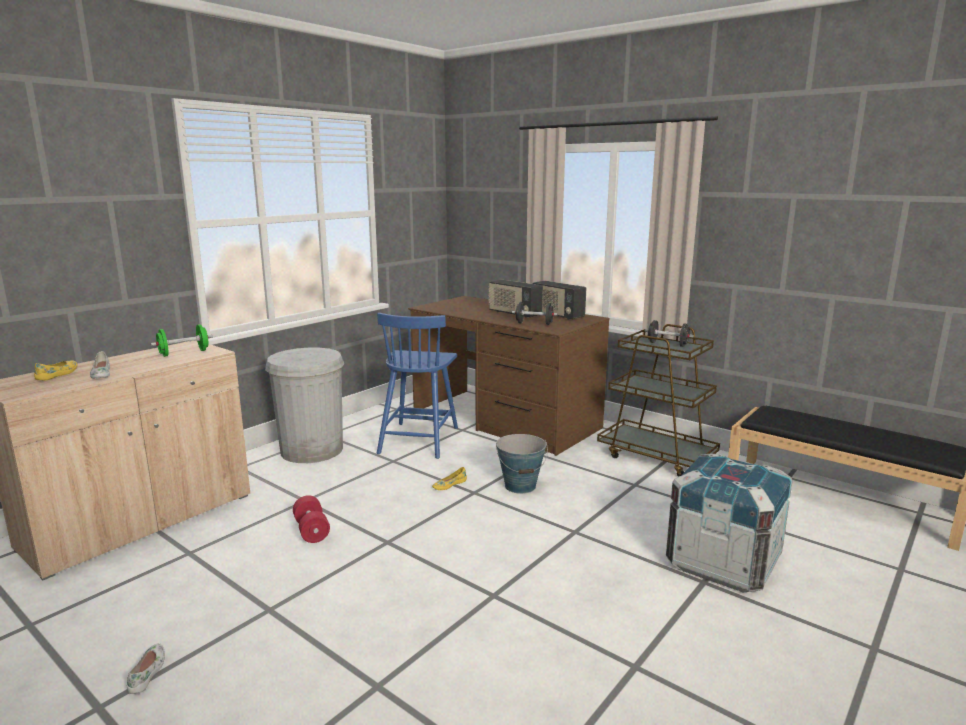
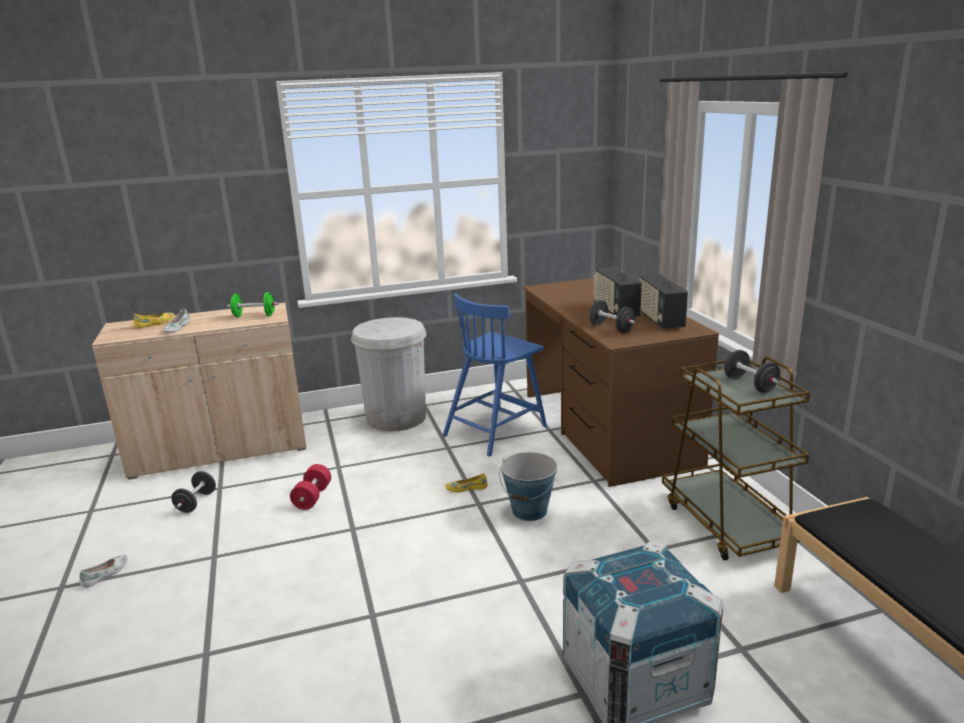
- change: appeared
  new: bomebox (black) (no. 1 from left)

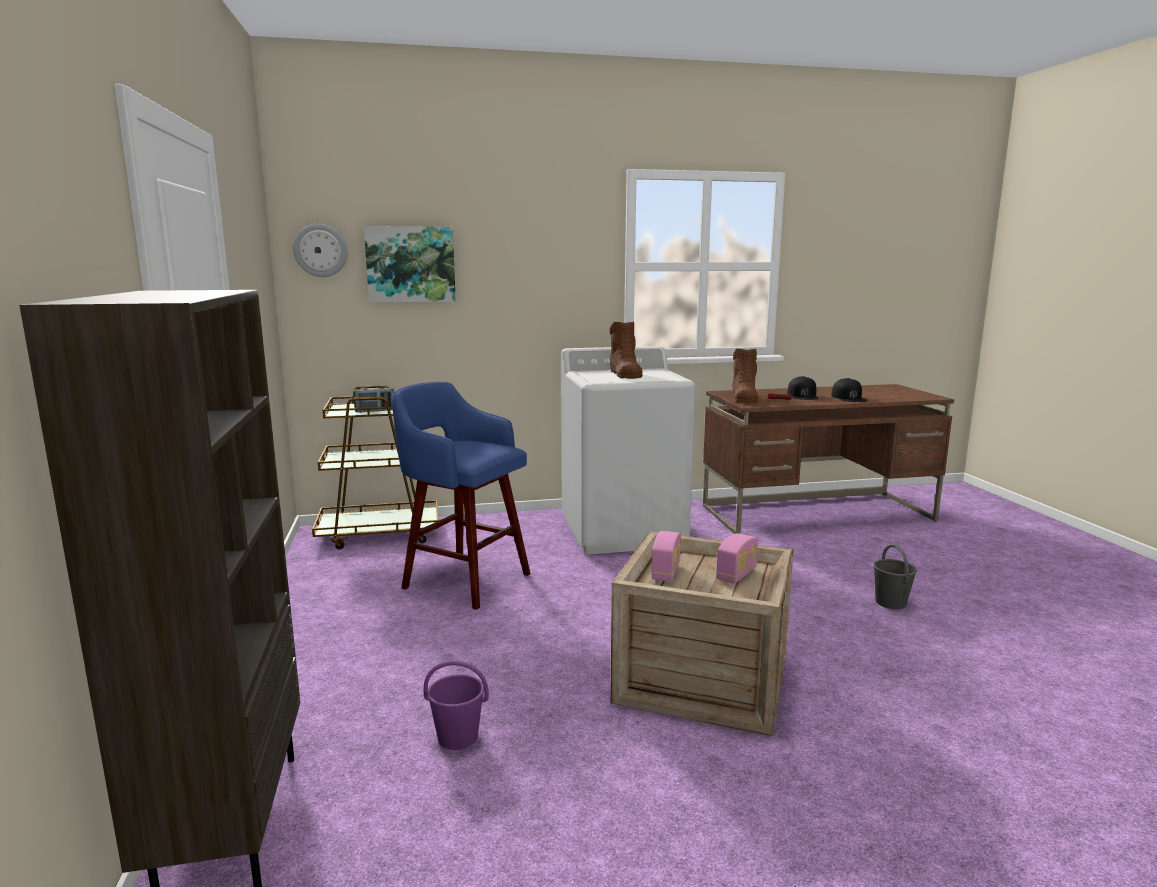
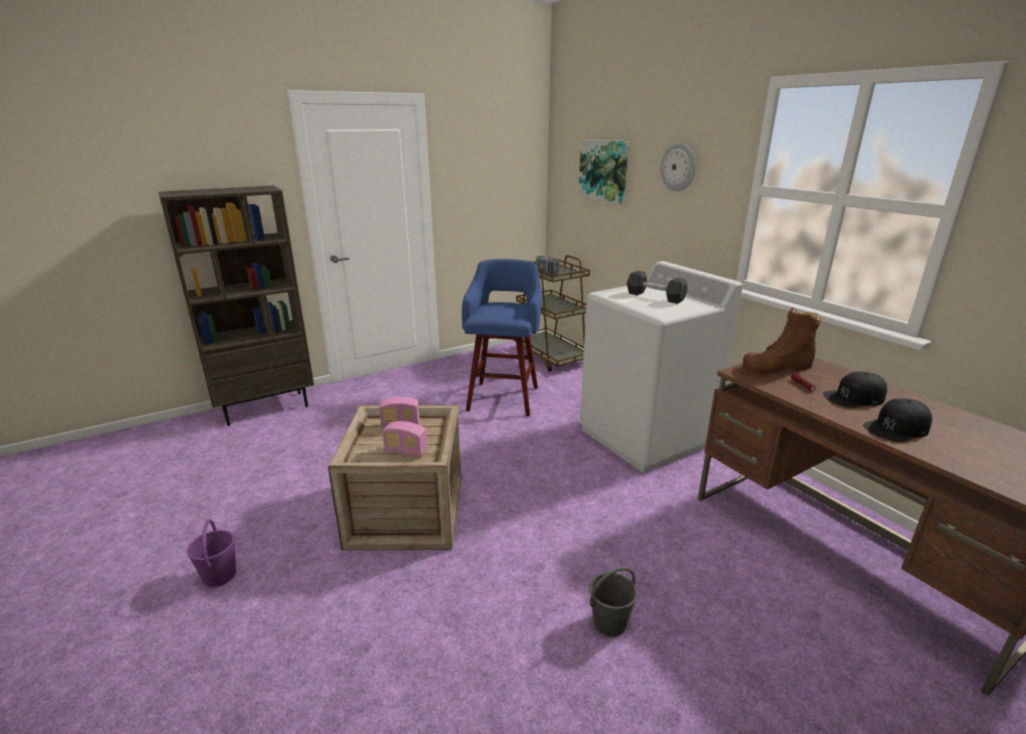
- change: relocated
  old: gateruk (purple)
- change: exchanged
  old: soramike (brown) (no. 1 from left)
  new: bomebox (grey)
- change: relocated
  old: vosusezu

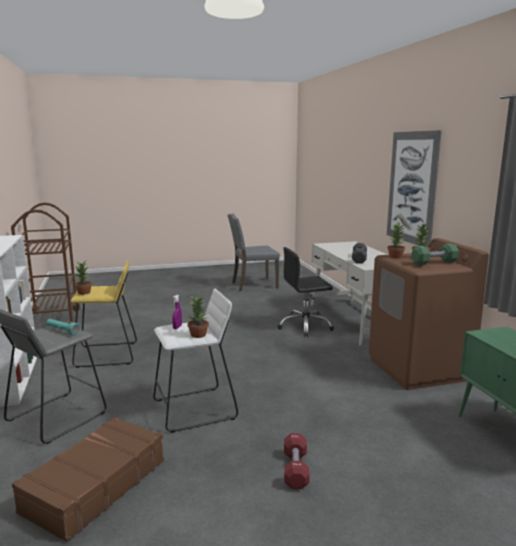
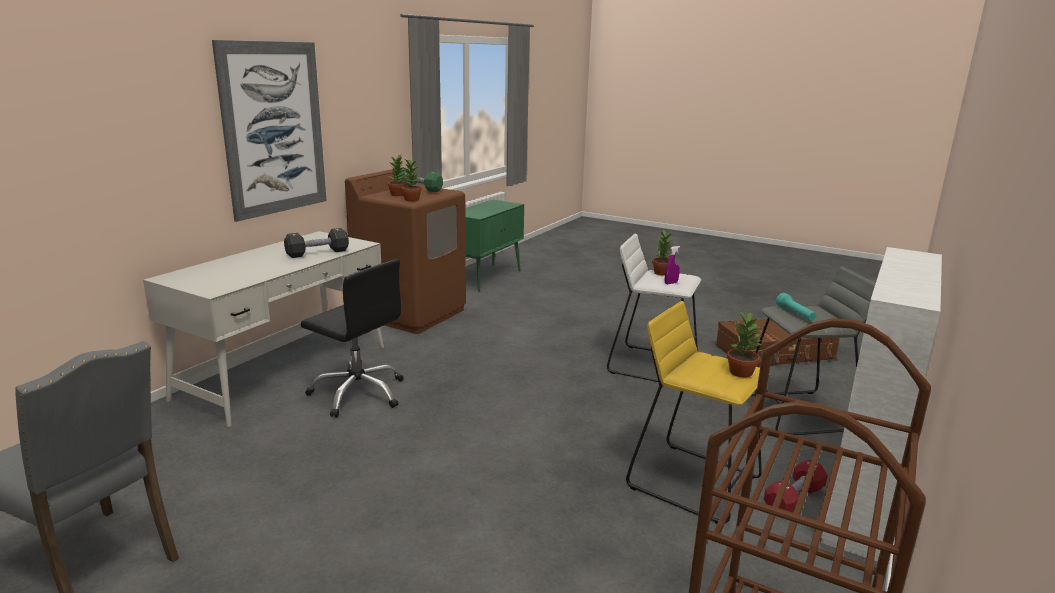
- change: relocated
  old: bomebox (red)

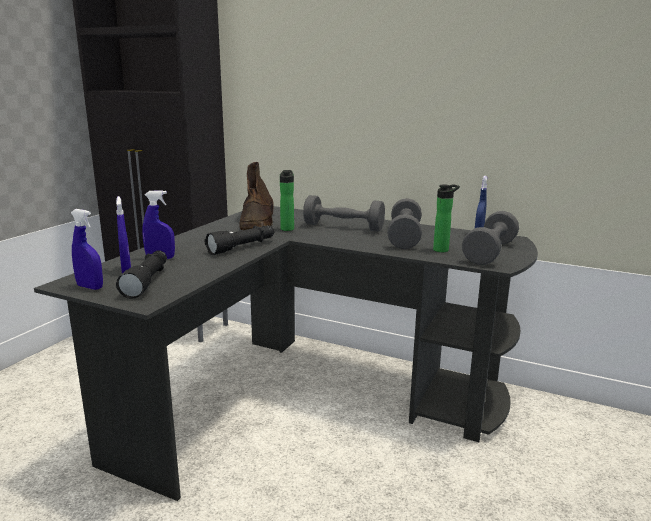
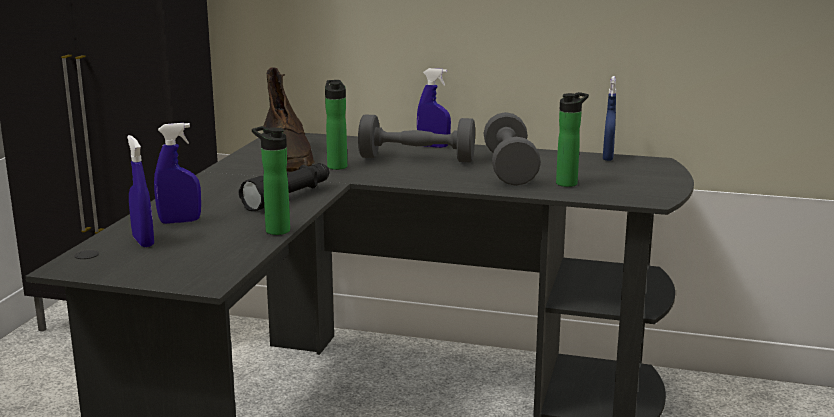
- change: appeared
  new: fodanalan (no. 1 from left)
- change: relocated
  old: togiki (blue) (no. 1 from left in the first image)
  new: togiki (blue) (no. 3 from left)
- change: missing
  old: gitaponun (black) (no. 1 from left)
- change: missing
  old: bomebox (grey) (no. 3 from left)

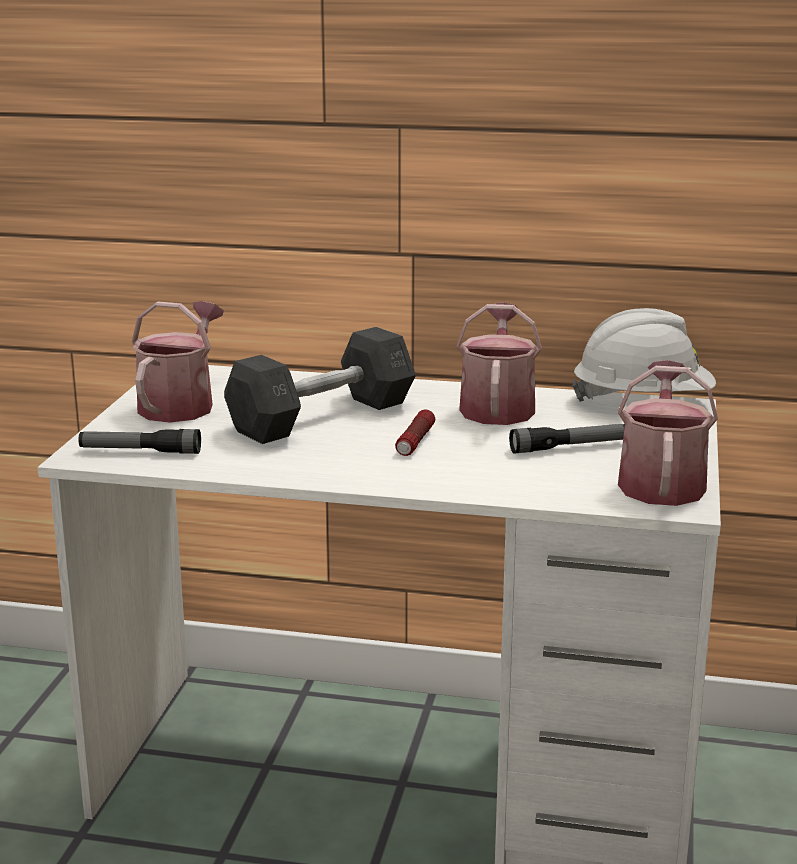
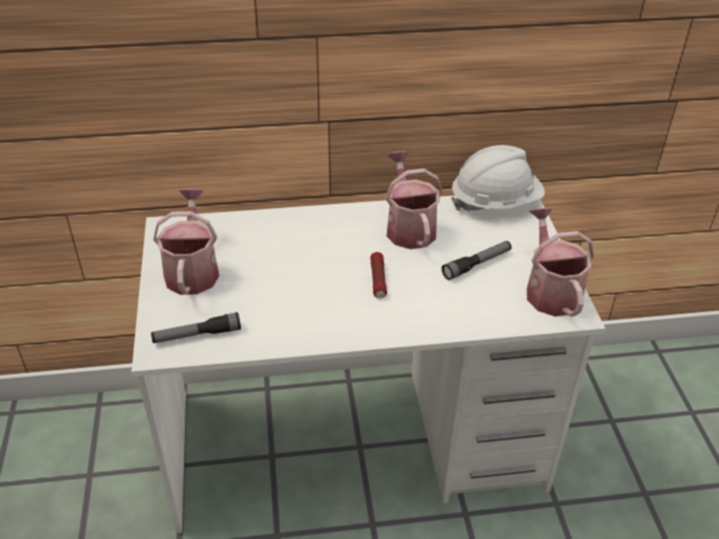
- change: missing
  old: bomebox (grey)

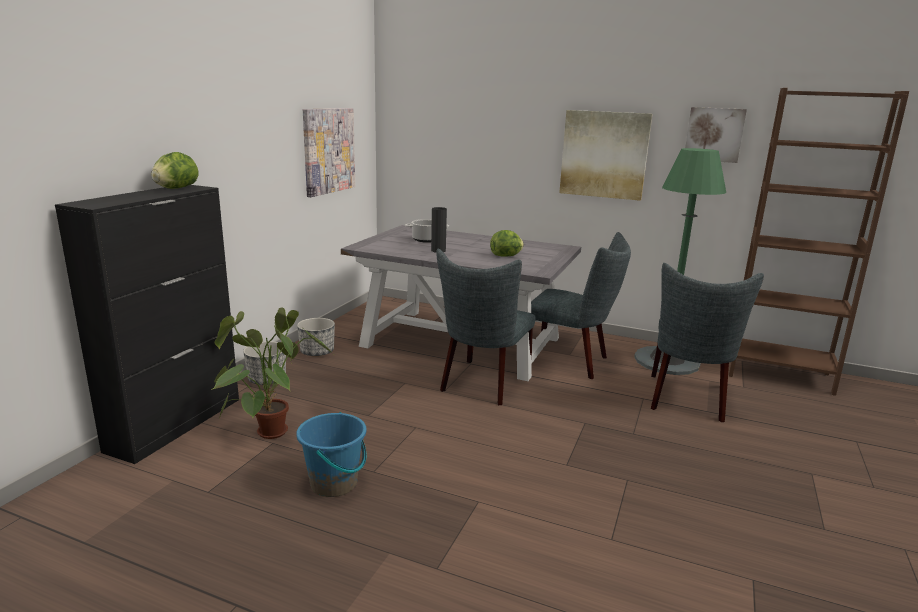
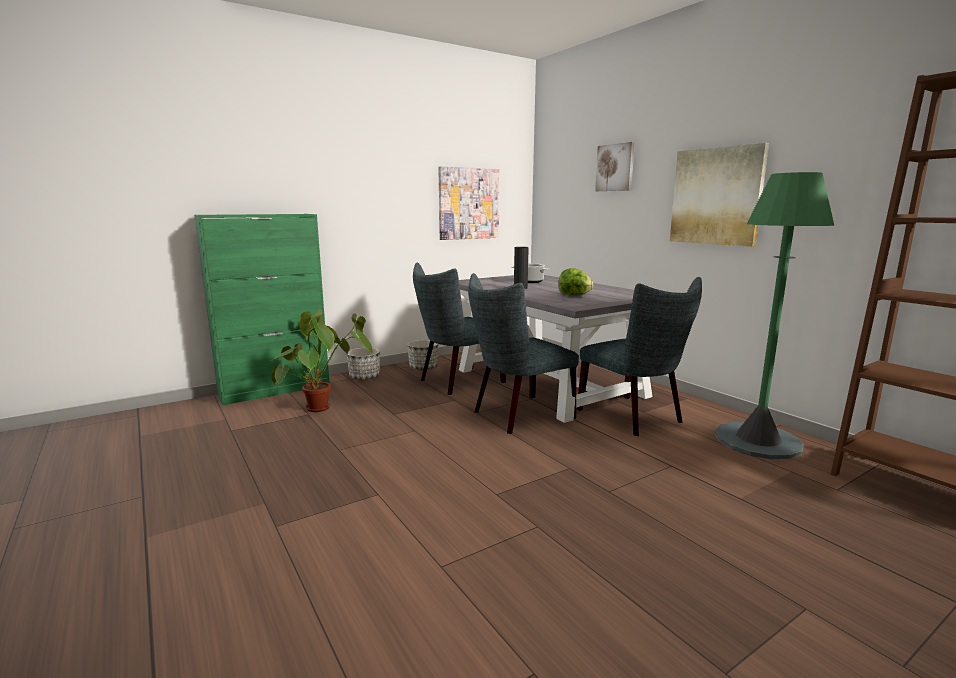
- change: colour
  old: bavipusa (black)
  new: bavipusa (green)
- change: relocated
  old: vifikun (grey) (no. 3 from left in the first image)
  new: vifikun (grey) (no. 1 from left)
- change: relocated
  old: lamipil (no. 3 from left in the first image)
  new: lamipil (no. 2 from left)
- change: missing
  old: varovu (no. 1 from left)
- change: missing
  old: gateruk (blue)

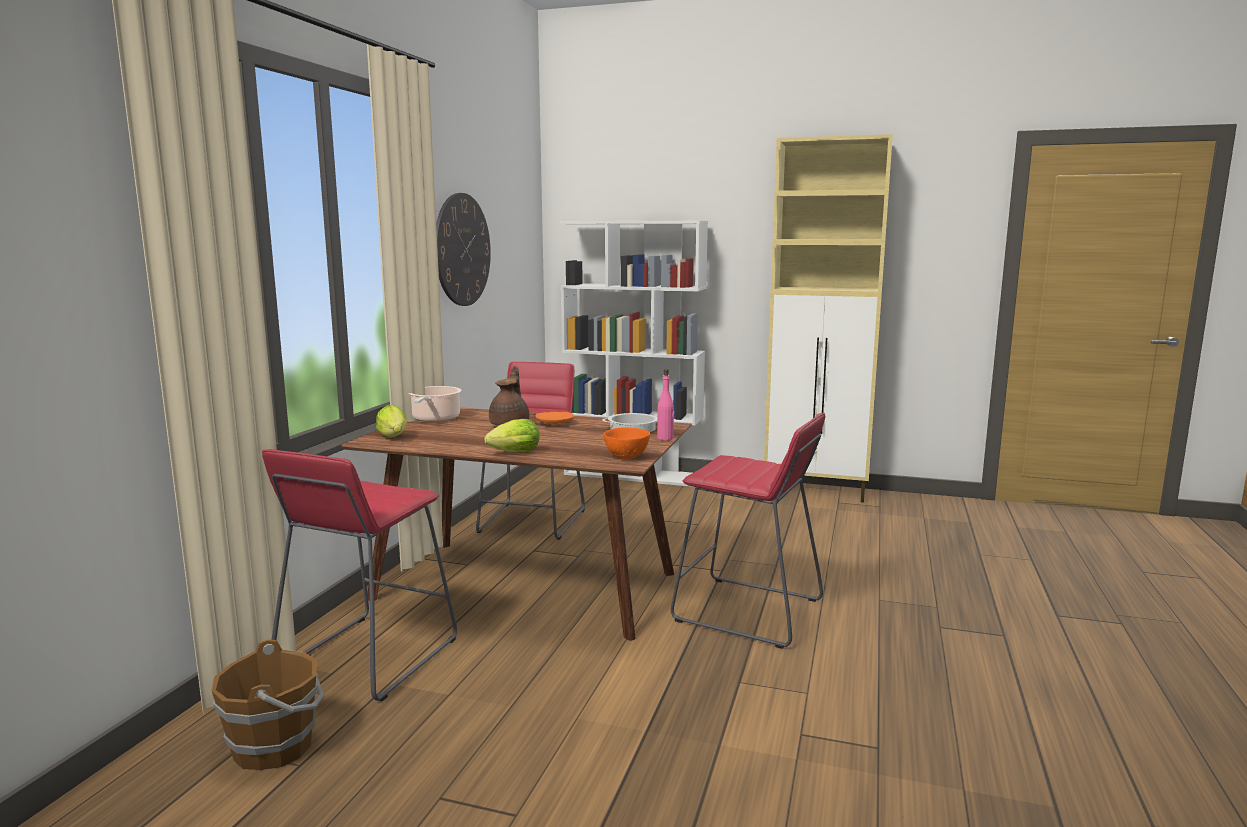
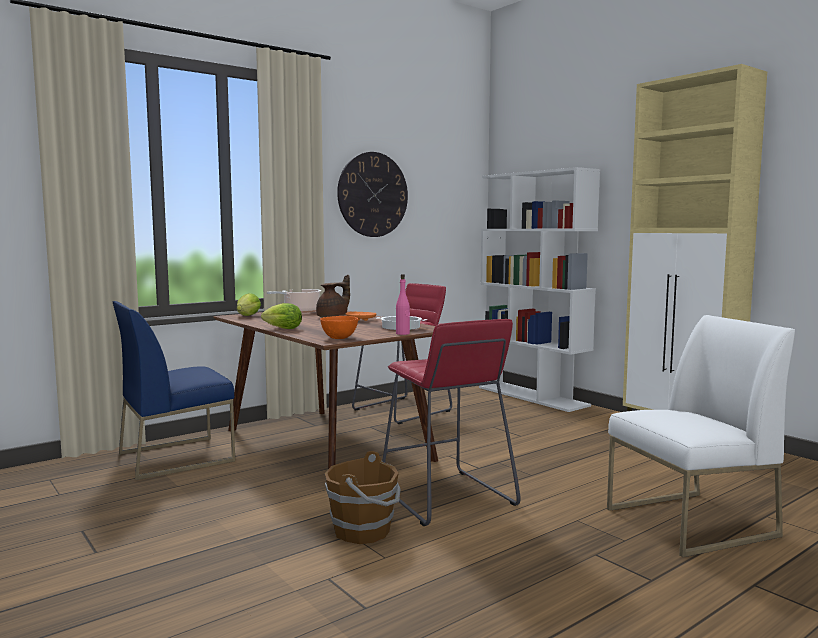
- change: exchanged
  old: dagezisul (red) (no. 1 from left)
  new: vifikun (blue)
- change: relocated
  old: gateruk (brown)
- change: appeared
  new: vifikun (white)

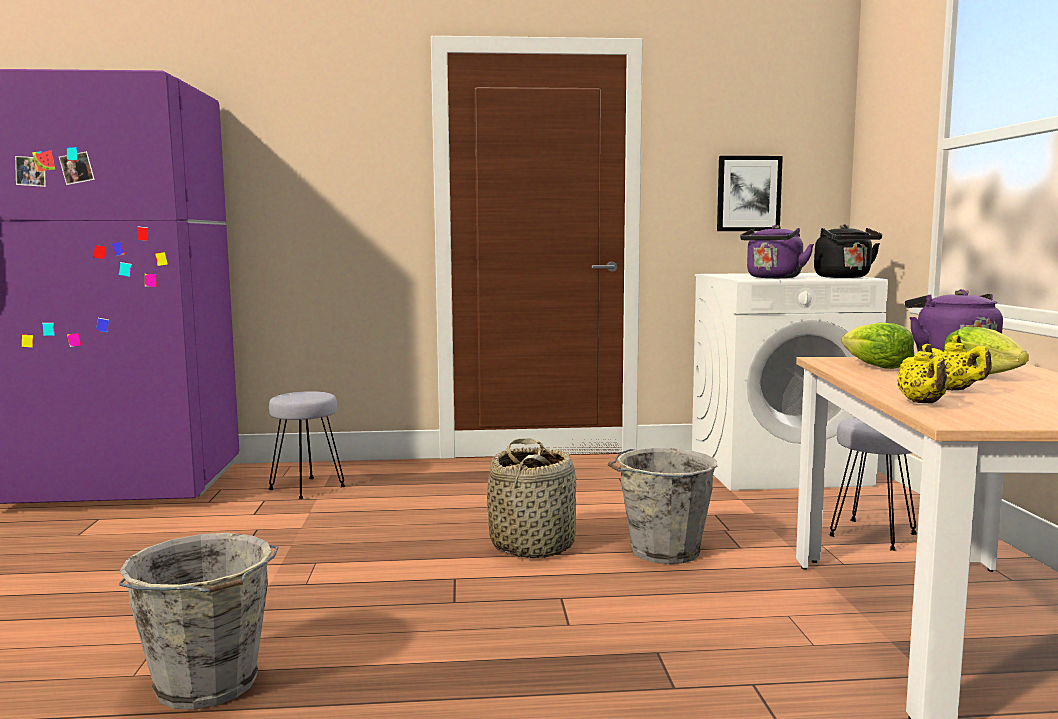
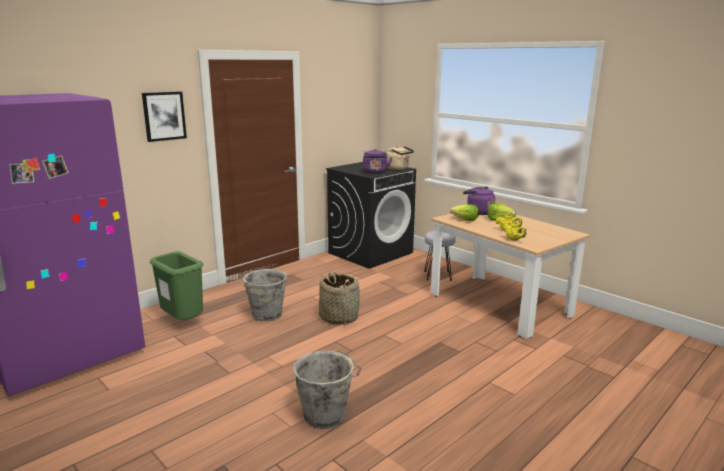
- change: relocated
  old: lamipil
- change: exchanged
  old: dagezisul (grey) (no. 1 from left)
  new: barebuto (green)
- change: relocated
  old: gateruk (grey) (no. 2 from left in the first image)
  new: gateruk (grey) (no. 1 from left)
- change: colour
  old: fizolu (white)
  new: fizolu (black)
- change: colour
  old: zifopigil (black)
  new: zifopigil (beige)

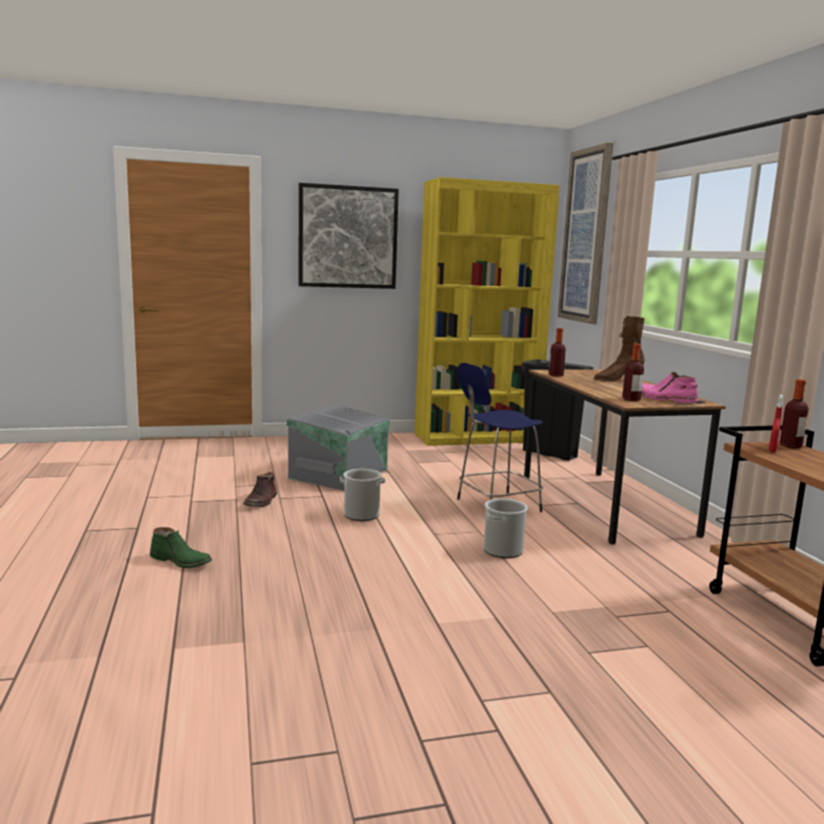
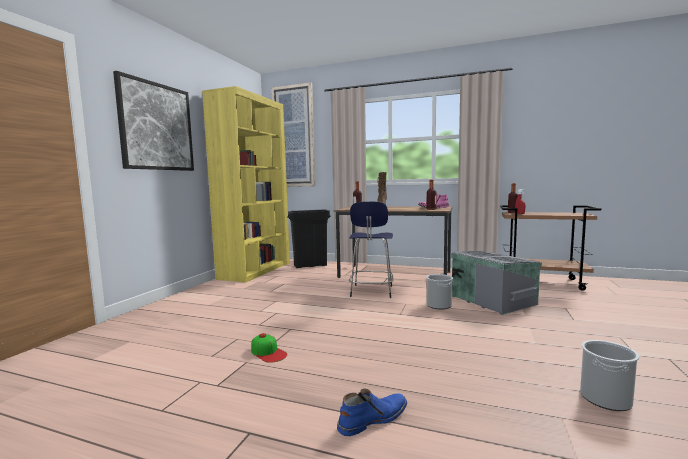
- change: exchanged
  old: soramike (brown) (no. 1 from left)
  new: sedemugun
- change: colour
  old: soramike (green)
  new: soramike (blue)
- change: relocated
  old: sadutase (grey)
- change: relocated
  old: gateruk (no. 1 from left in the first image)
  new: gateruk (no. 2 from left)

